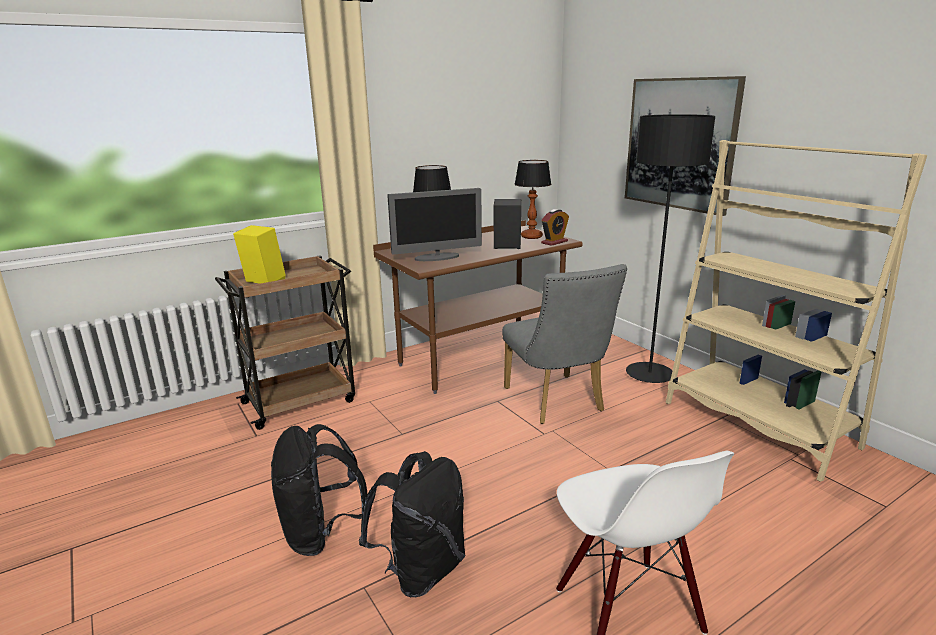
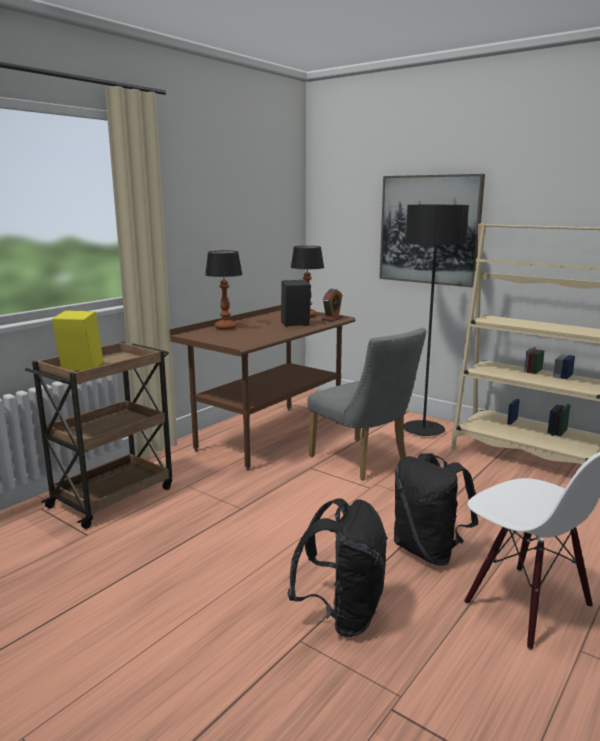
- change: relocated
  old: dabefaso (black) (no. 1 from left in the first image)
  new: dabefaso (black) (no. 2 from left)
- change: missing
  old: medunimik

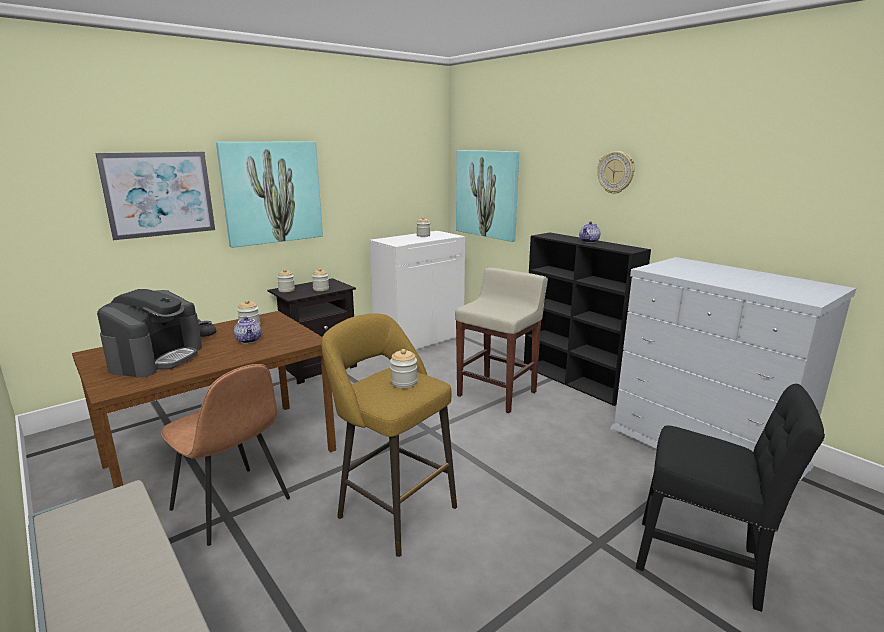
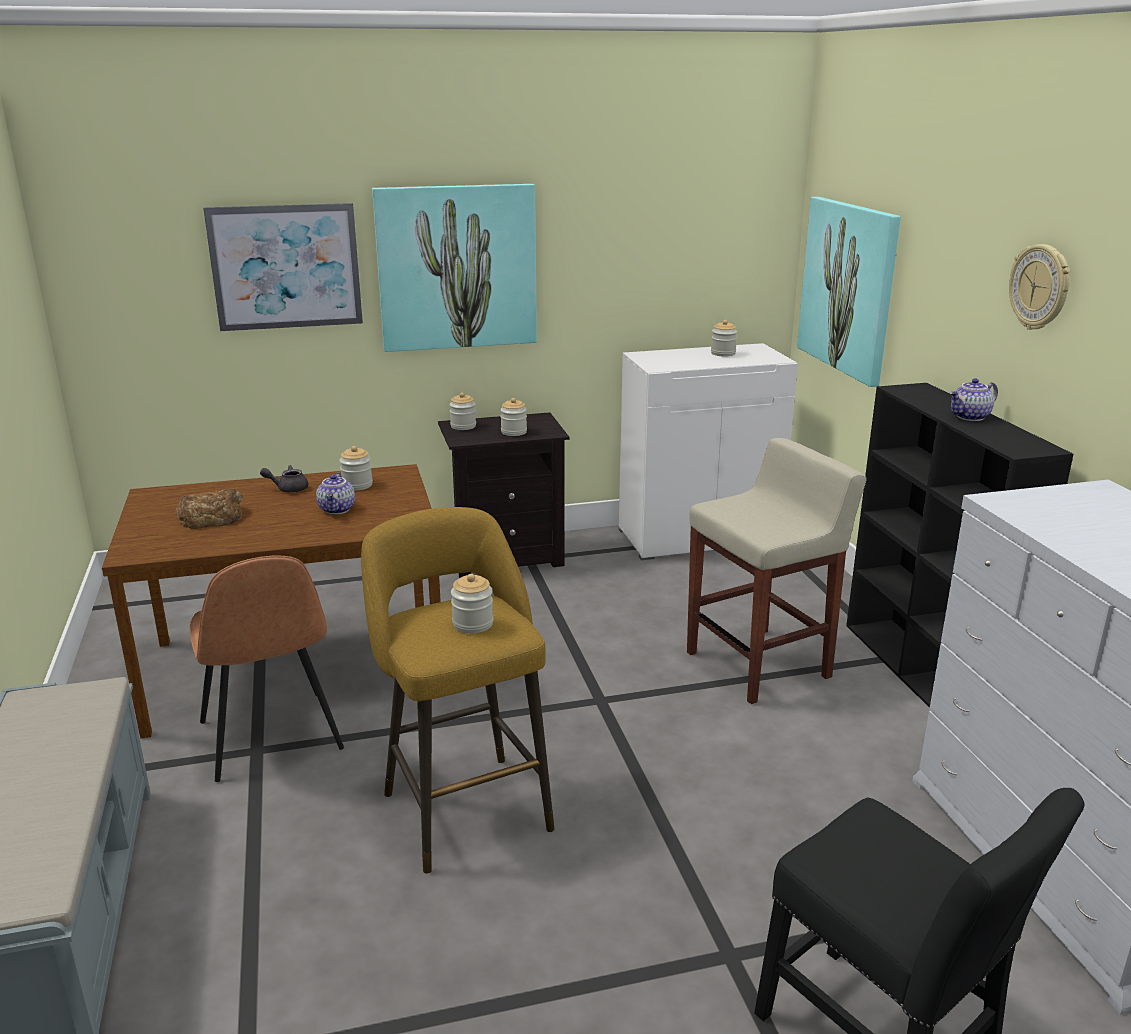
- change: exchanged
  old: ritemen
  new: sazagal

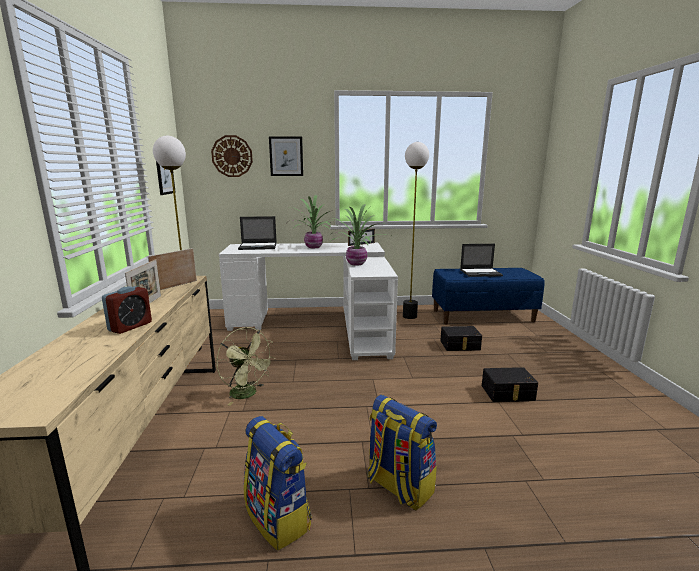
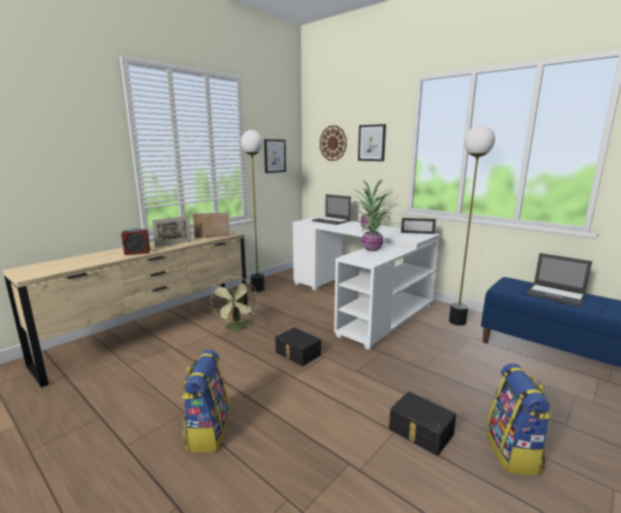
- change: relocated
  old: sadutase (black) (no. 1 from left)
- change: relocated
  old: dabefaso (no. 1 from left in the first image)
  new: dabefaso (no. 2 from left)

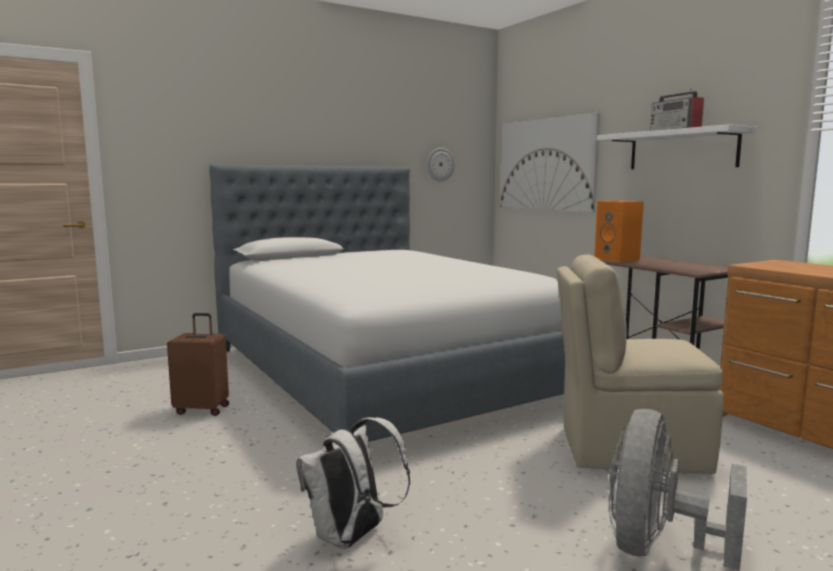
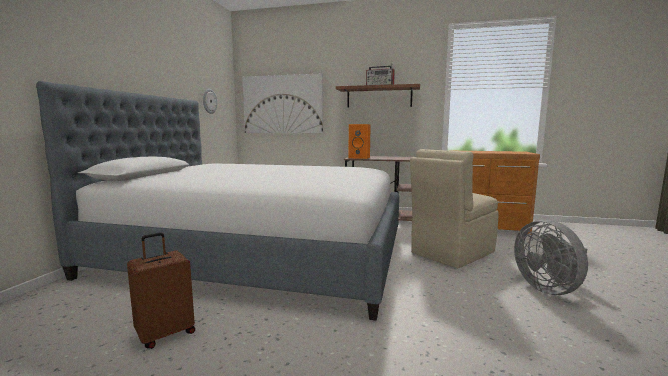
- change: colour
  old: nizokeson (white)
  new: nizokeson (brown)
- change: missing
  old: dabefaso (white)

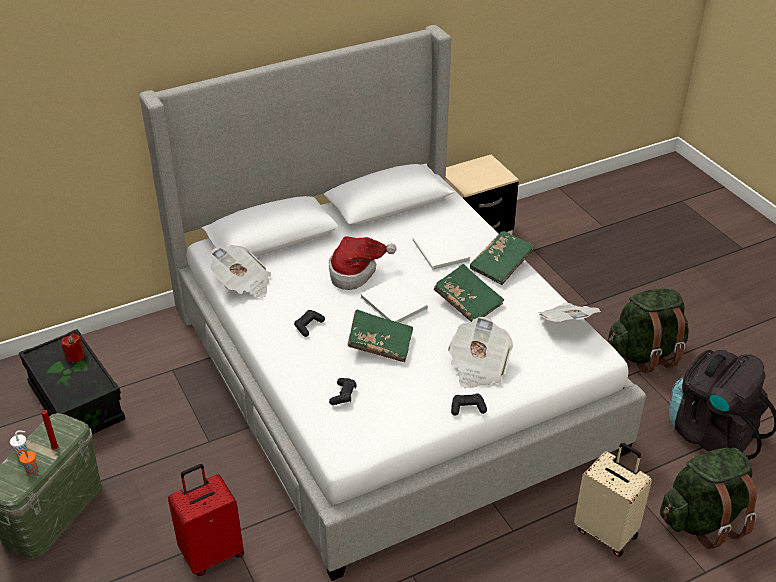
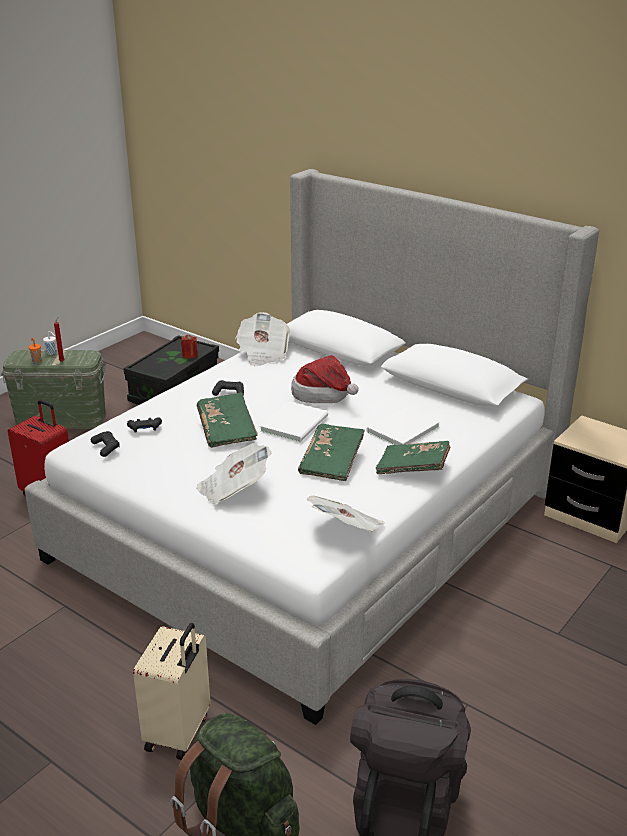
- change: relocated
  old: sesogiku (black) (no. 3 from left in the first image)
  new: sesogiku (black) (no. 1 from left)
- change: missing
  old: dabefaso (green) (no. 1 from left)

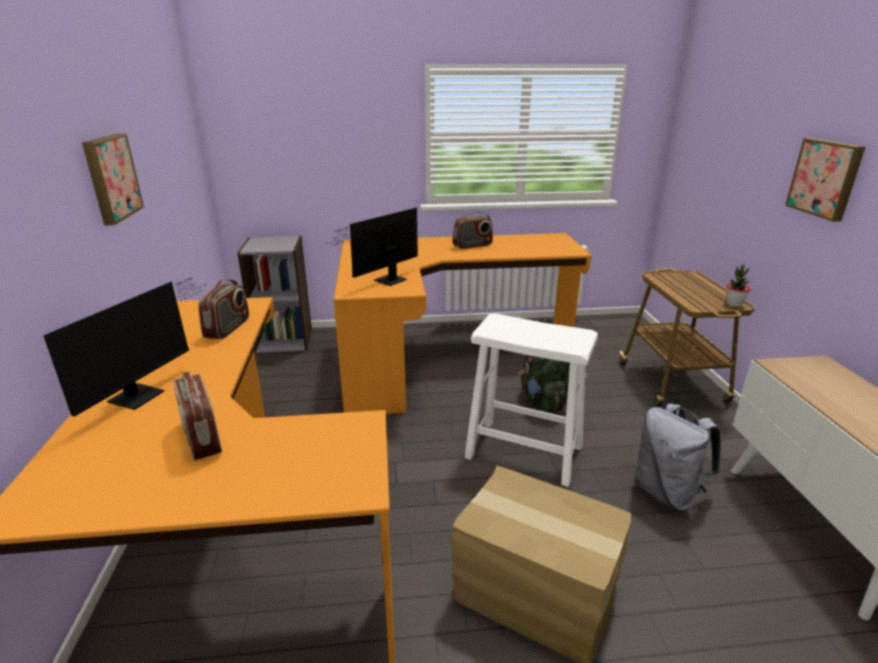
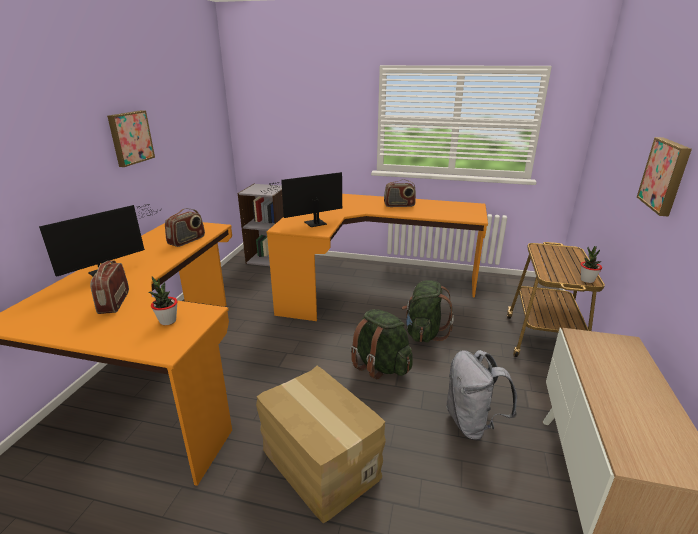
- change: appeared
  new: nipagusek (no. 1 from left)
- change: exchanged
  old: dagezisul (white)
  new: dabefaso (green) (no. 1 from left)

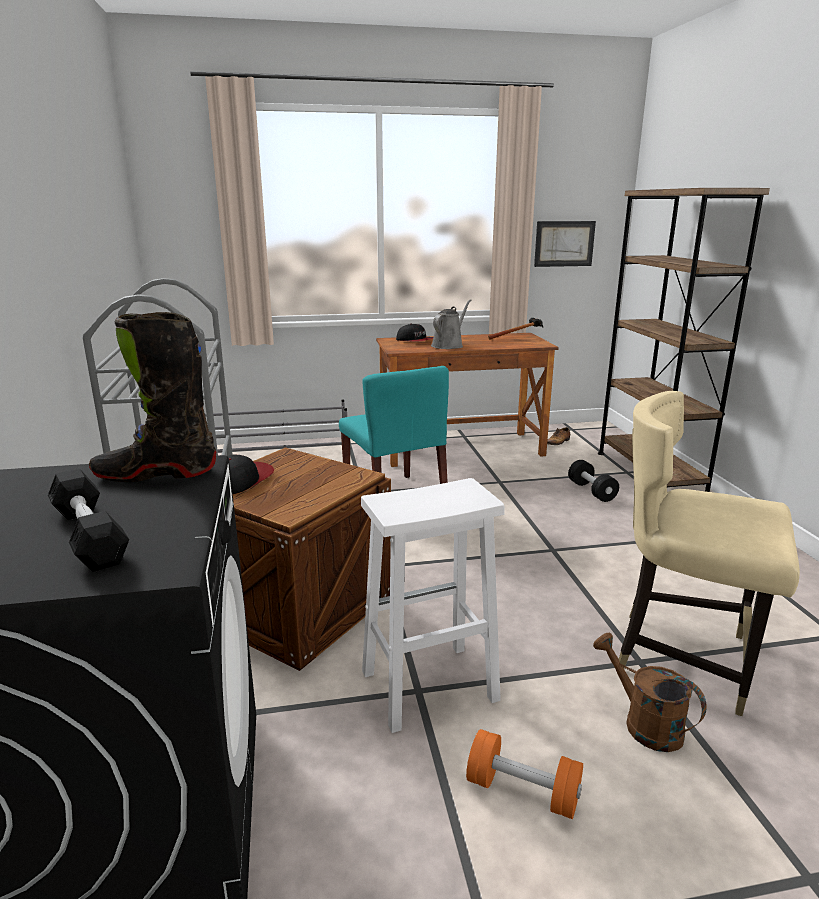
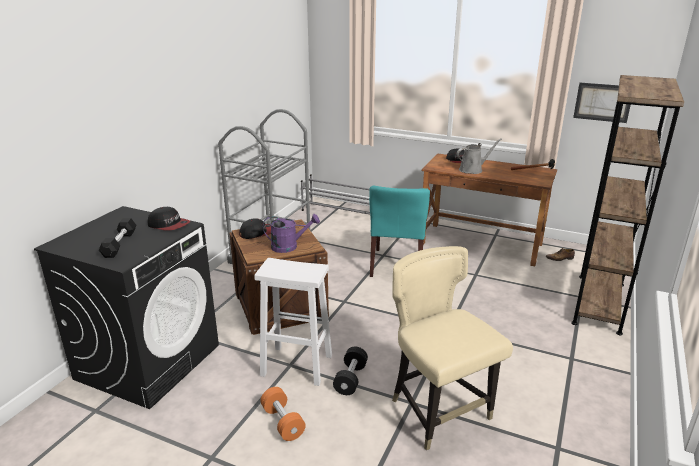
- change: exchanged
  old: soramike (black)
  new: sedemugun (no. 1 from left)
- change: appeared
  new: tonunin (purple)
- change: relocated
  old: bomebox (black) (no. 2 from left)
- change: missing
  old: tonunin (brown)

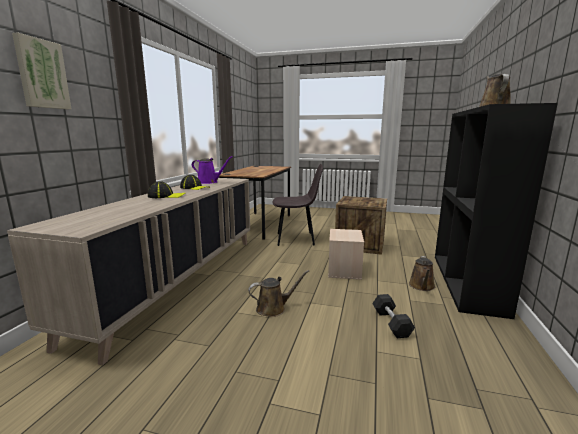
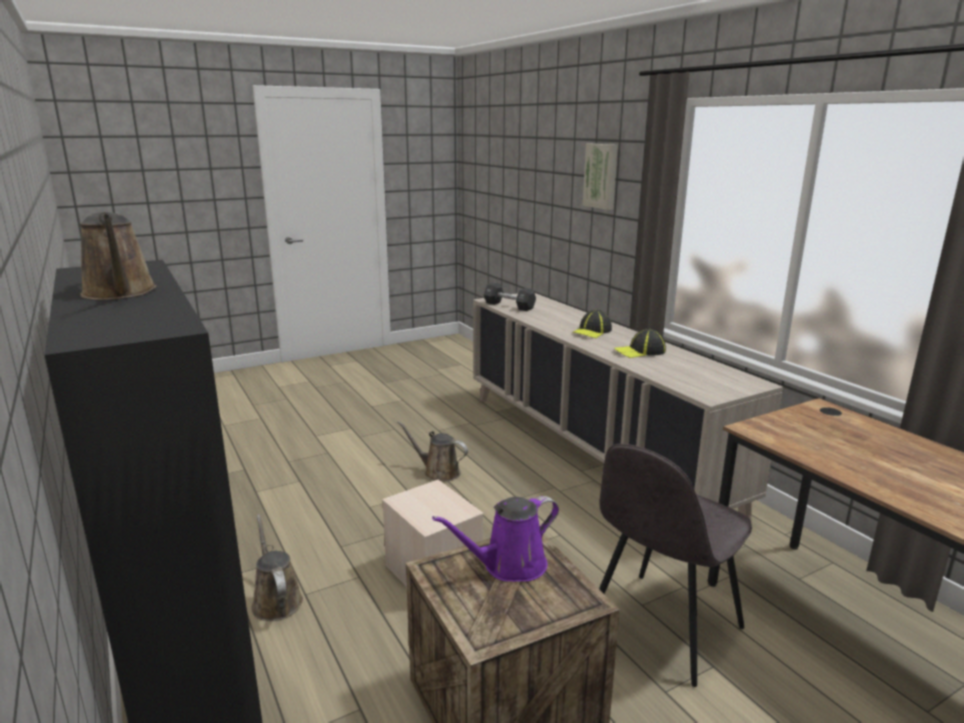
- change: spun
  old: tonunin (brown) (no. 1 from left in the first image)
  degrees: 90
- change: relocated
  old: tonunin (purple)
- change: relocated
  old: bomebox (black)

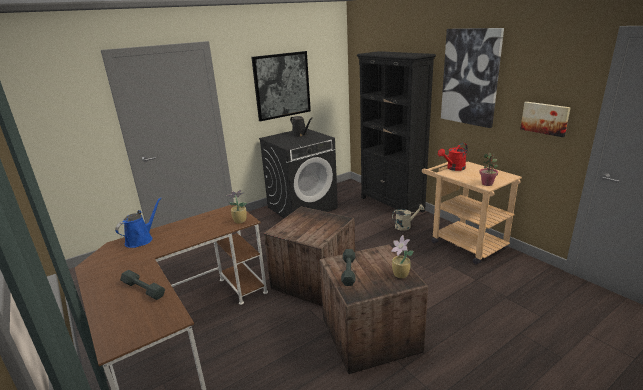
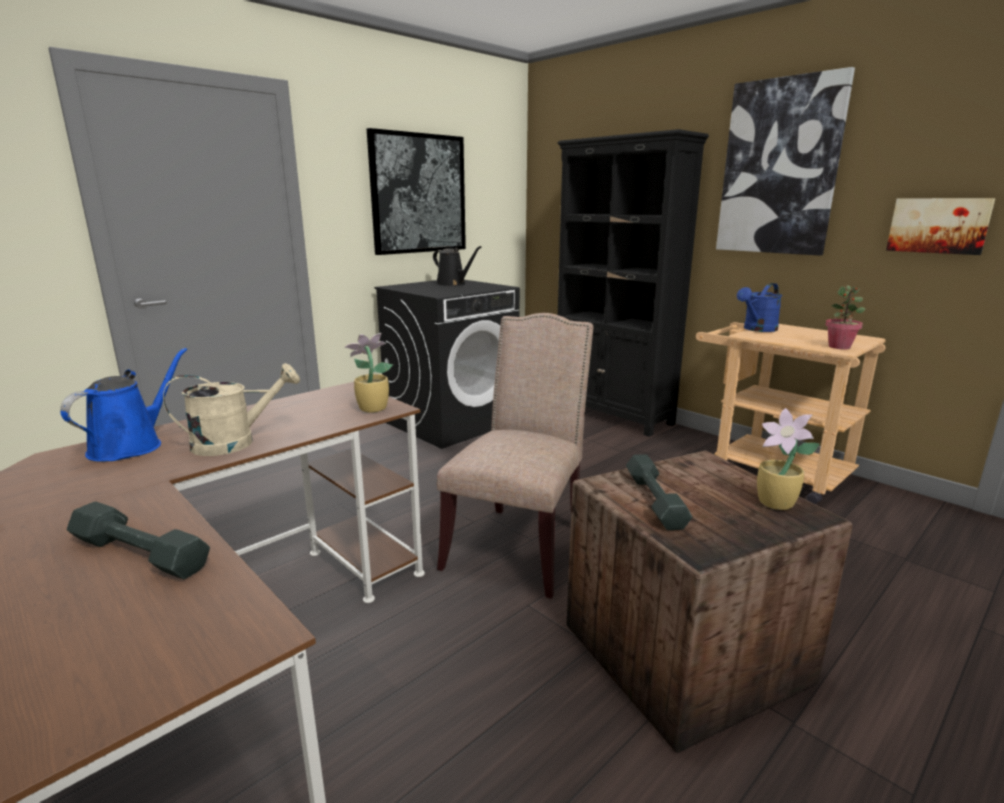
- change: relocated
  old: tonunin (beige)
- change: exchanged
  old: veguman (no. 1 from left)
  new: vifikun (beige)
- change: colour
  old: tonunin (red)
  new: tonunin (blue) (no. 2 from left)

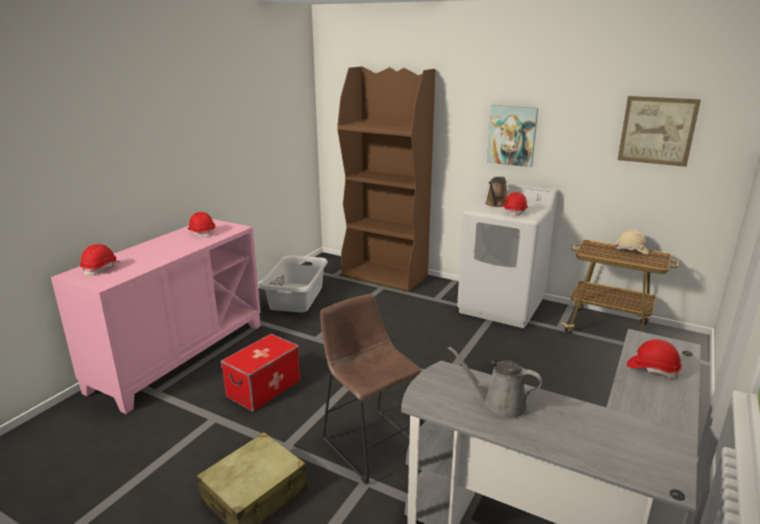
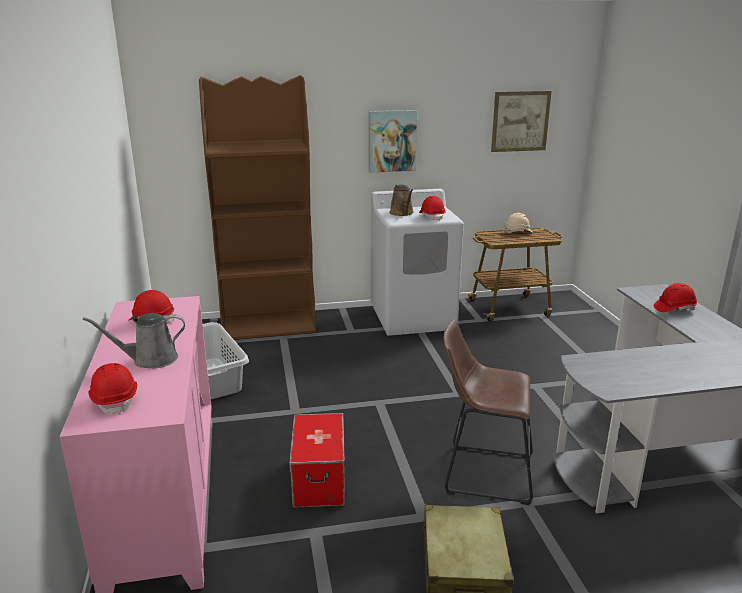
- change: relocated
  old: tonunin (grey)

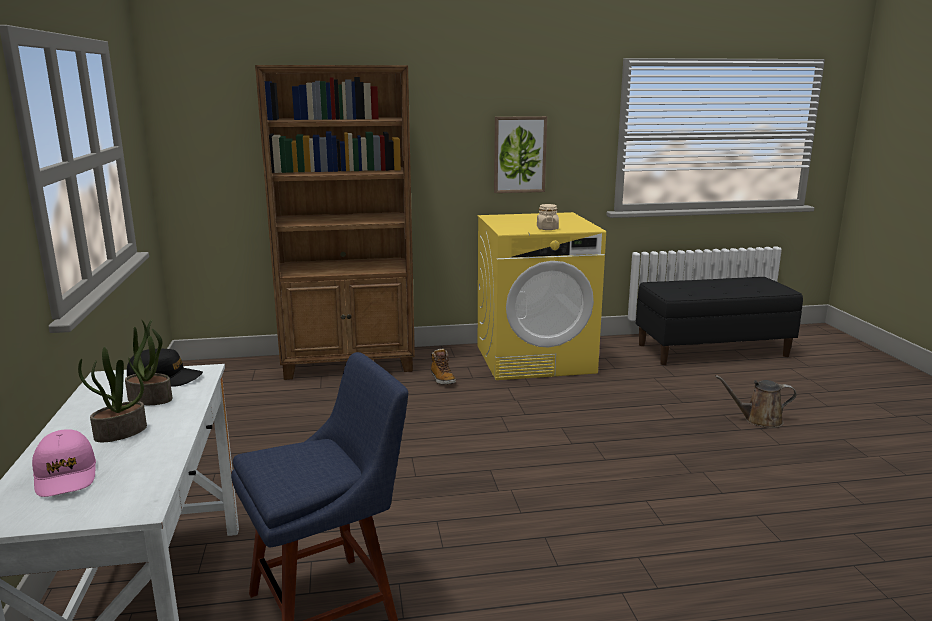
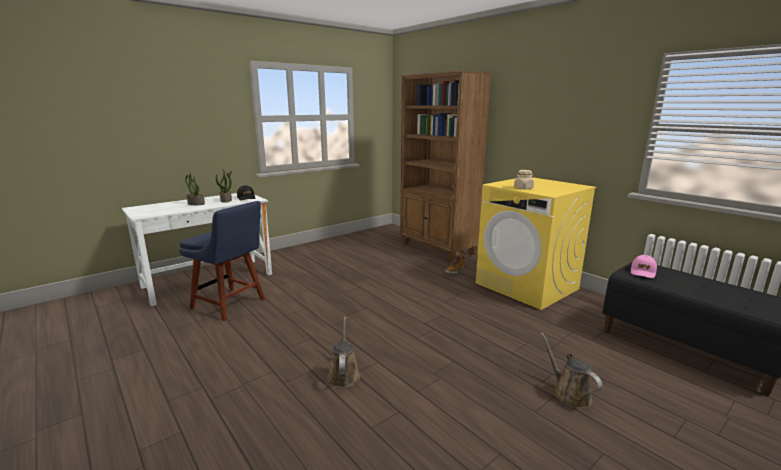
- change: appeared
  new: tonunin (brown) (no. 1 from left)
- change: relocated
  old: sedemugun (pink)
- change: missing
  old: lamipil

